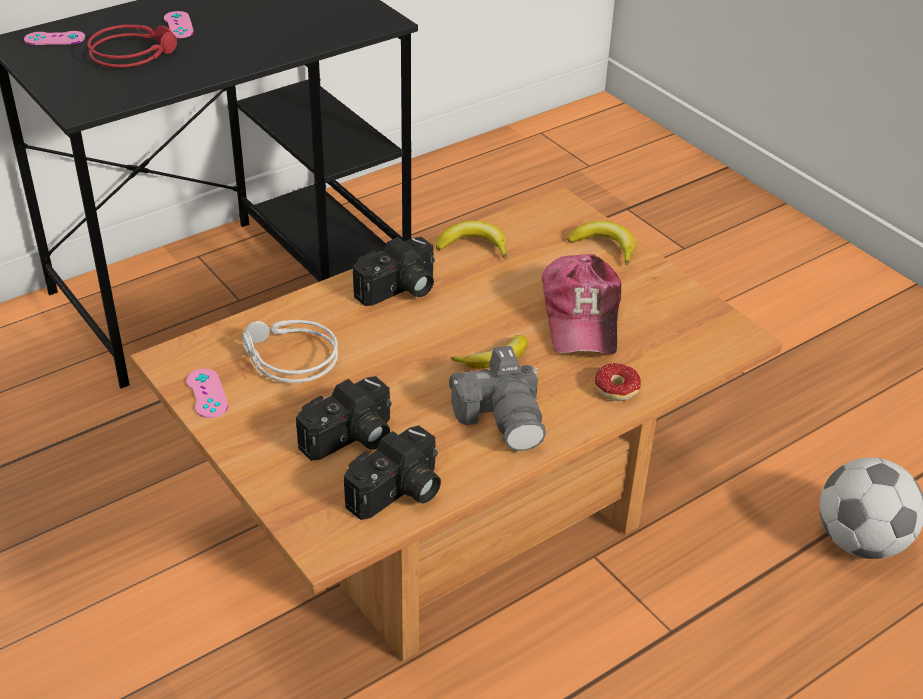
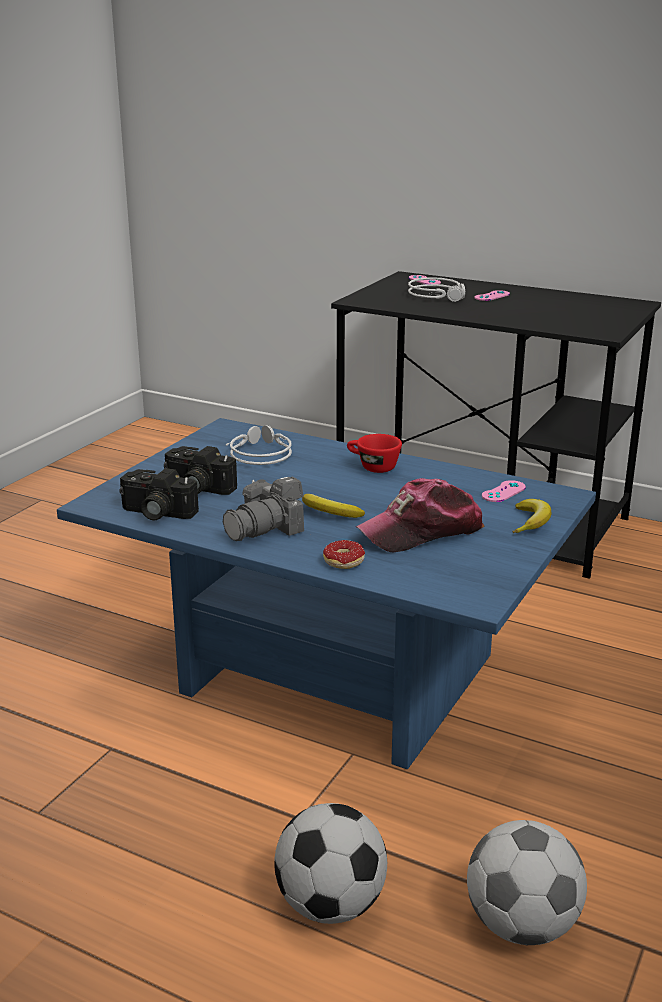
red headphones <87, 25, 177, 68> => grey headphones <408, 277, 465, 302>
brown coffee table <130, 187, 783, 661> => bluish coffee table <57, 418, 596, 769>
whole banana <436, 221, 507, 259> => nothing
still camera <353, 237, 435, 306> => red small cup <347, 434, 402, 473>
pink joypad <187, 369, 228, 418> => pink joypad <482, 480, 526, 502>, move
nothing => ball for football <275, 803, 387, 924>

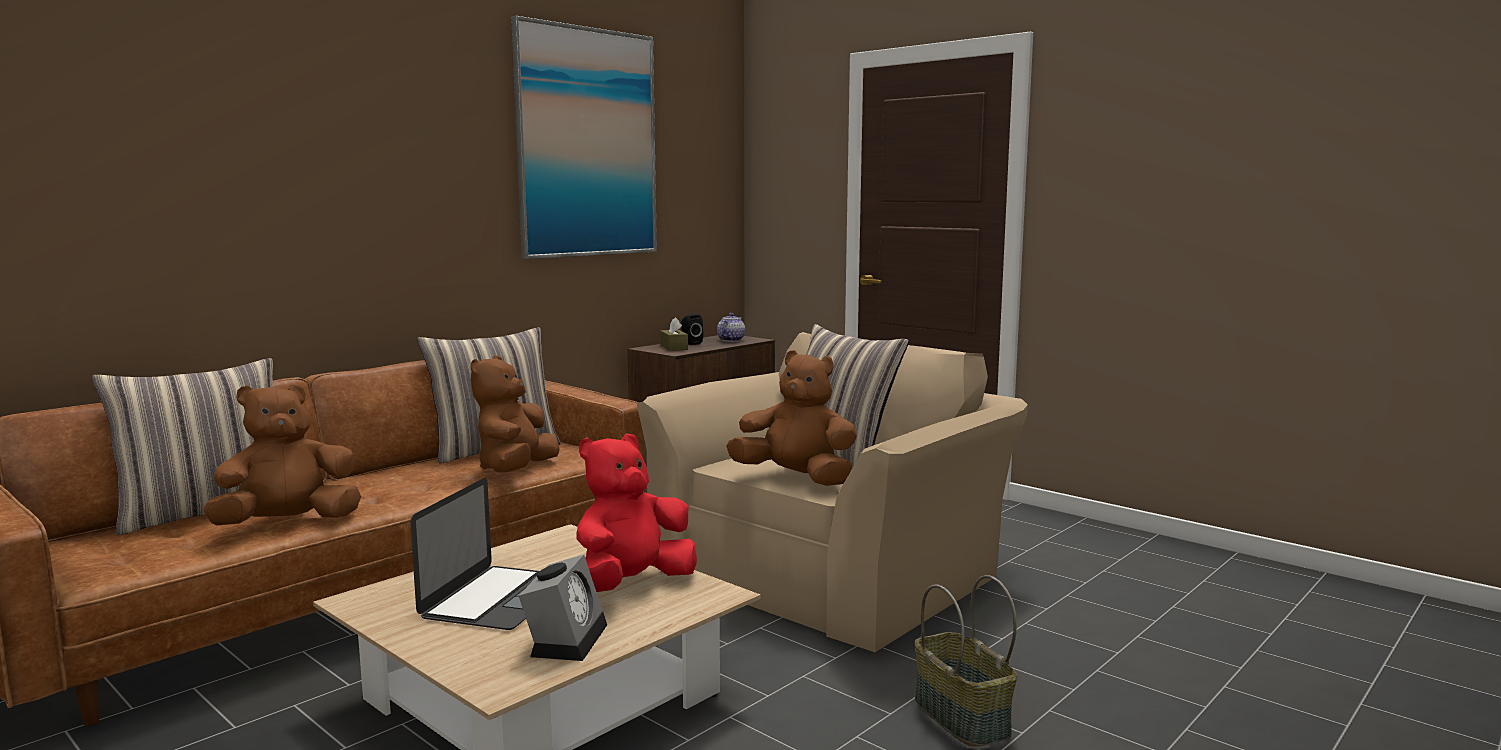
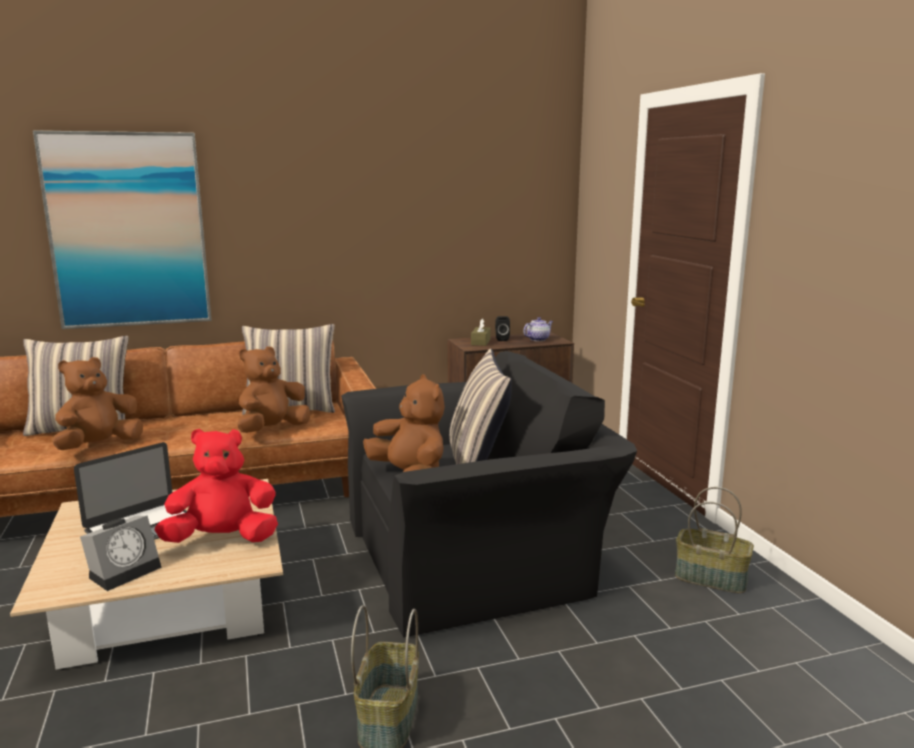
wall art <511, 16, 657, 259> => wall art <33, 131, 211, 329>, move
sand-coloured armchair <637, 332, 1028, 652> => black armchair <341, 351, 637, 638>
brown soft toy <203, 384, 361, 525> => brown soft toy <53, 357, 143, 450>, 45 degrees counterclockwise
nothing => household basket <675, 487, 754, 593>

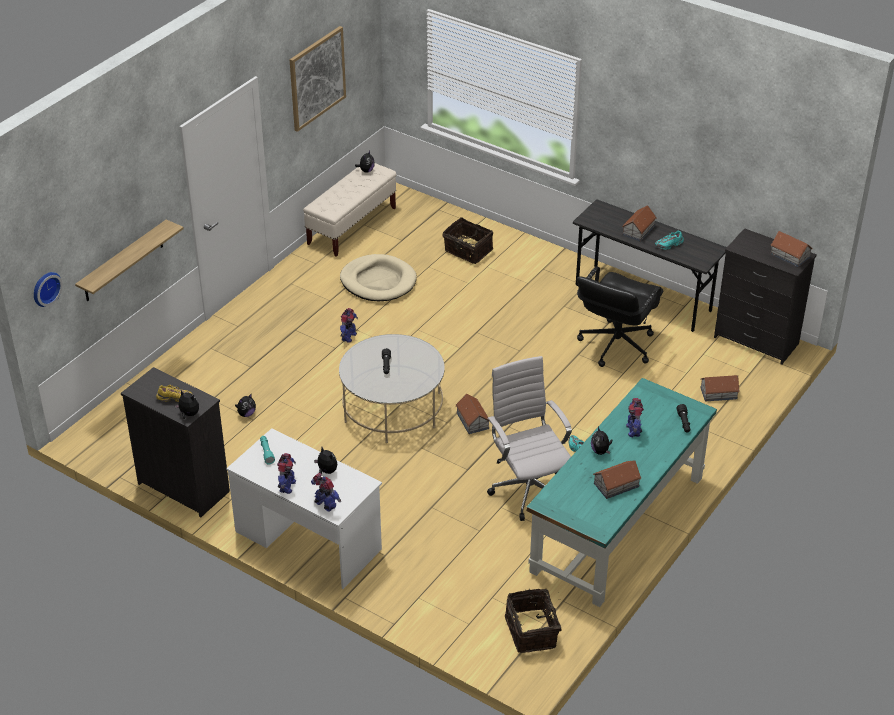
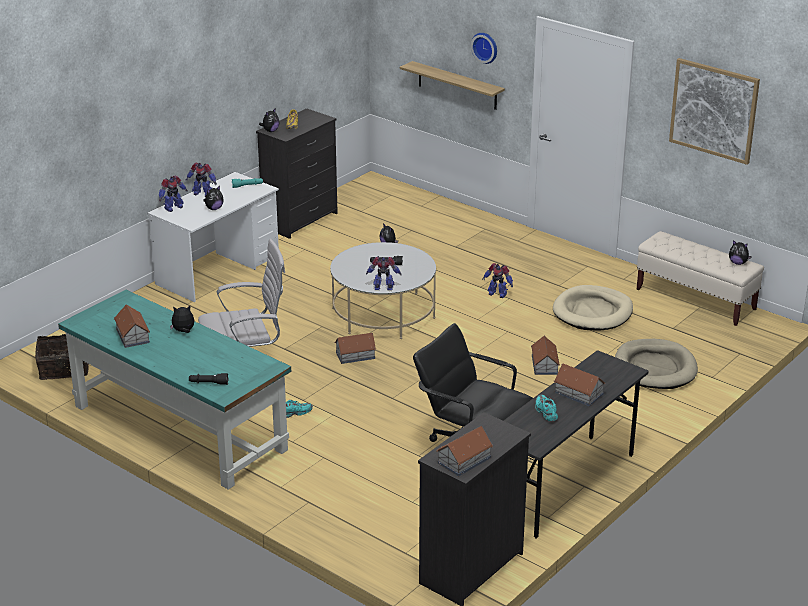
household basket <443, 217, 493, 264> => sand-coloured dog bed <615, 339, 698, 389>
hanging clock <34, 272, 63, 307> => hanging clock <471, 33, 497, 64>, move
model house <700, 375, 740, 401> => model house <531, 336, 560, 375>, move
toy robot <626, 398, 644, 437> => toy robot <366, 257, 402, 290>, move

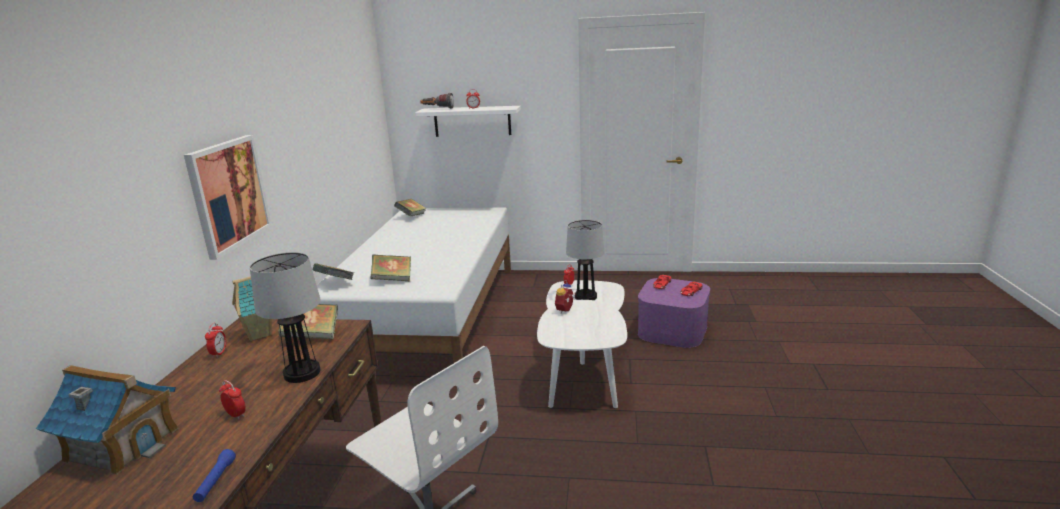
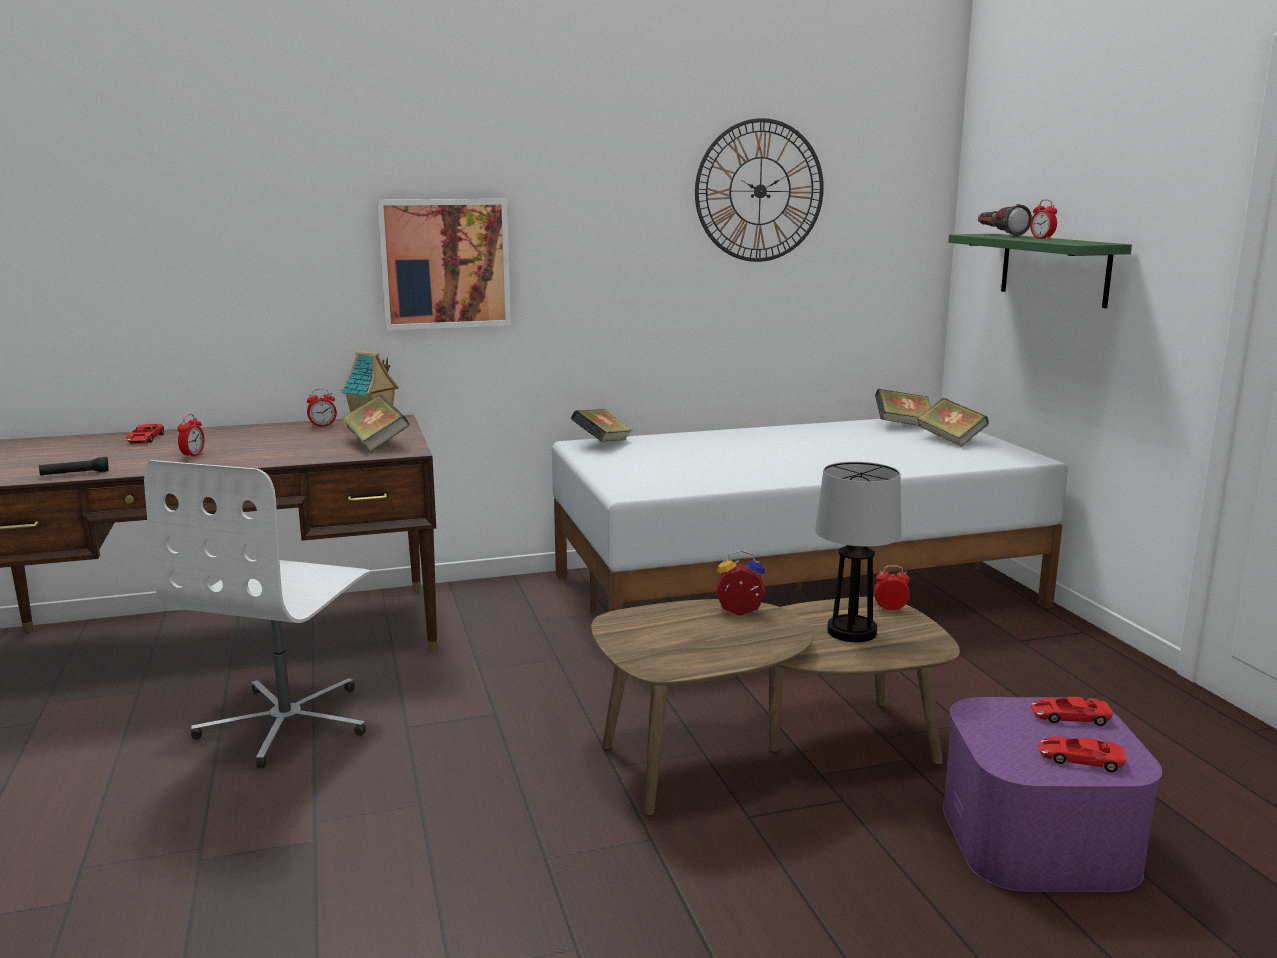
white shelf <415, 106, 521, 137> => greenish shelf <948, 234, 1132, 308>
tabletop lamp <250, 252, 321, 383> => nothing
book <370, 254, 411, 281> => book <917, 398, 989, 447>, move
white coffee table <537, 280, 627, 409> => brown coffee table <591, 597, 960, 816>
model house <36, 365, 179, 475> => red toy car <127, 424, 164, 444>
bluish flashlight <193, 449, 236, 502> => black flashlight <39, 457, 109, 476>
nothing => hanging clock <695, 118, 824, 262>

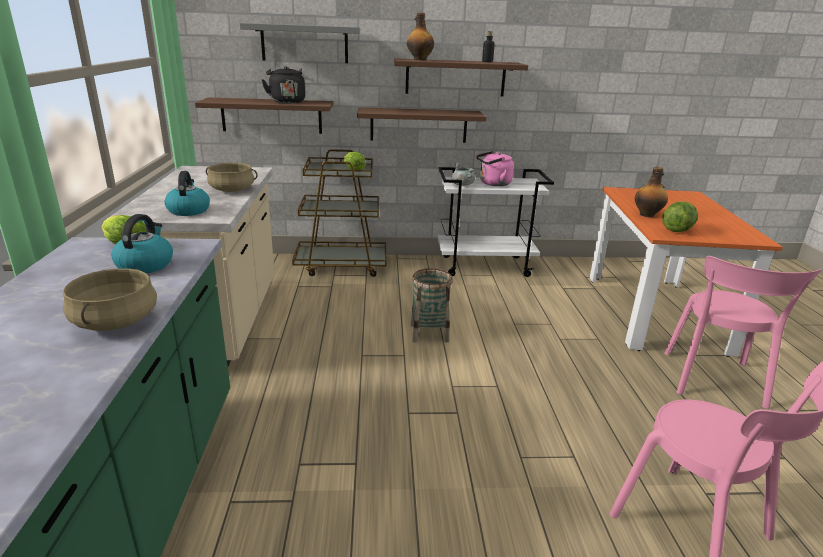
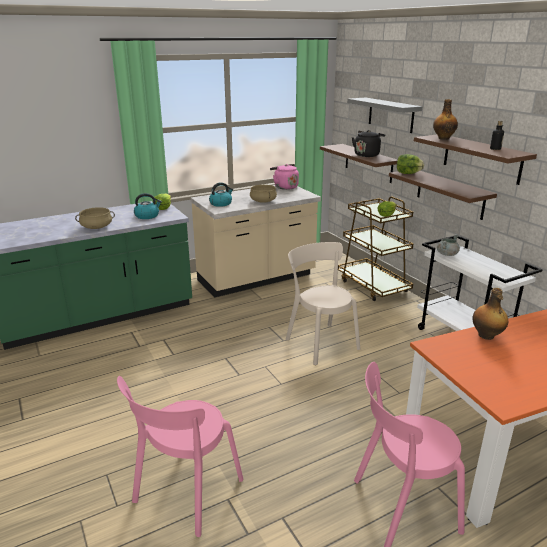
pink kettle <476, 151, 514, 186> => pink kettle <270, 164, 299, 190>, move
lettuce head <662, 202, 698, 232> => lettuce head <397, 154, 424, 174>, move
household basket <411, 268, 453, 343> => sand-coloured plain chair <286, 242, 360, 365>

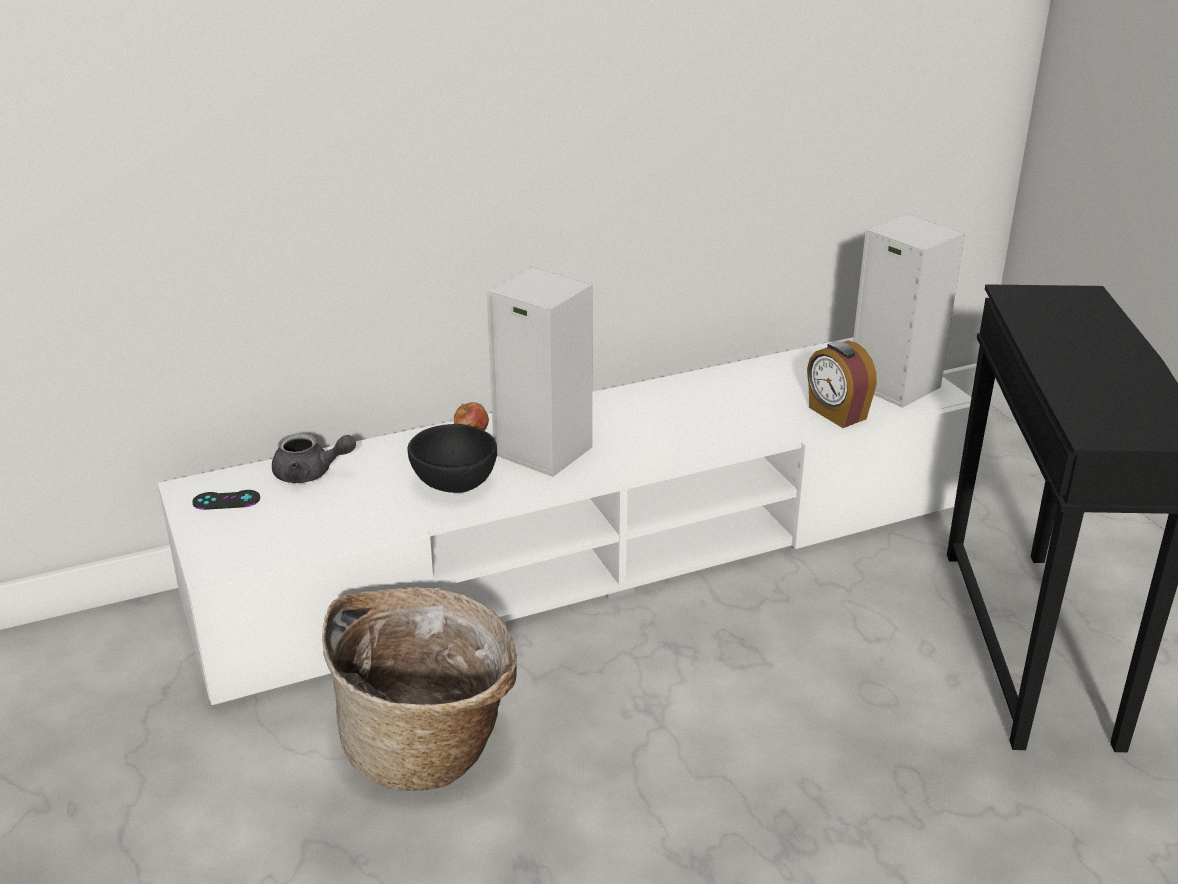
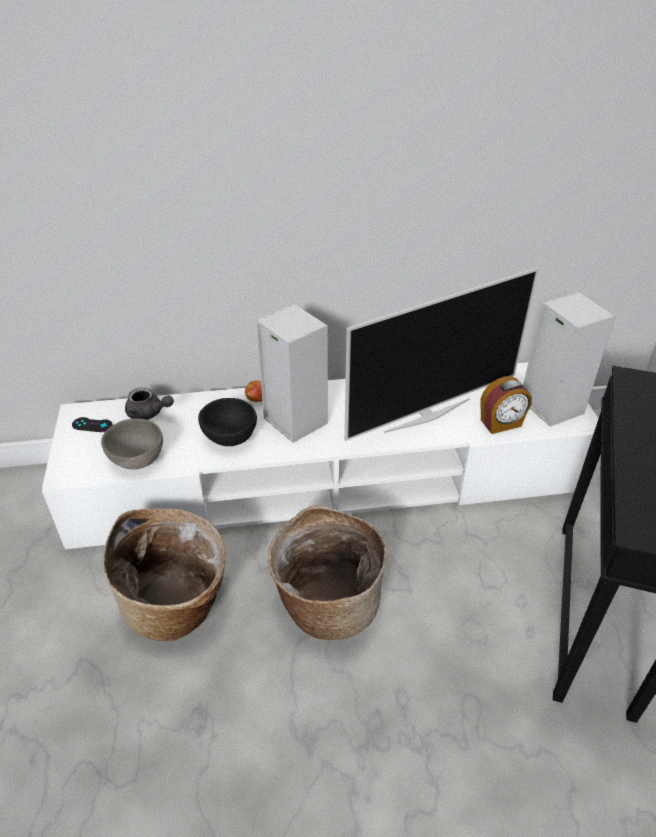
bedside clock <807, 340, 877, 428> => bedside clock <480, 376, 532, 434>, 90 degrees counterclockwise
nothing => television <344, 268, 539, 441>
nothing => grey serving bowl <101, 418, 163, 469>
nothing => household basket <268, 505, 387, 640>

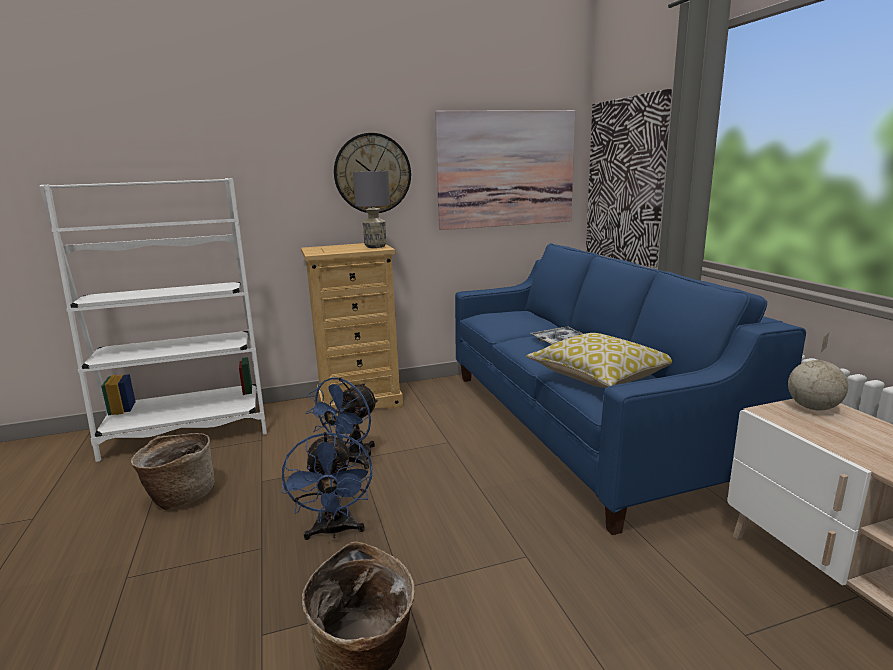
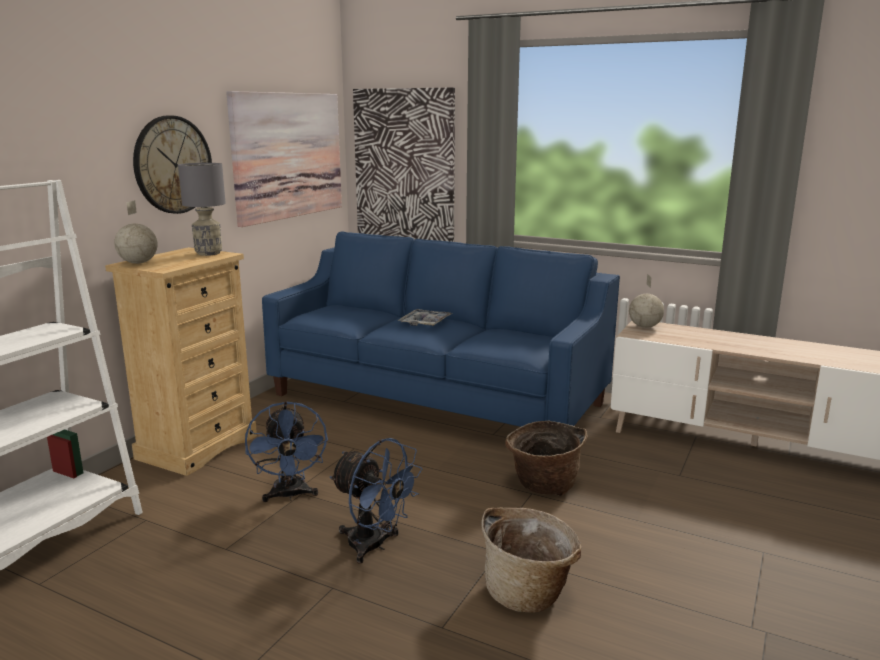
pillow <526, 333, 672, 388> => nothing
household basket <131, 433, 215, 510> => household basket <505, 421, 587, 496>, move
nothing => globe <114, 200, 158, 264>

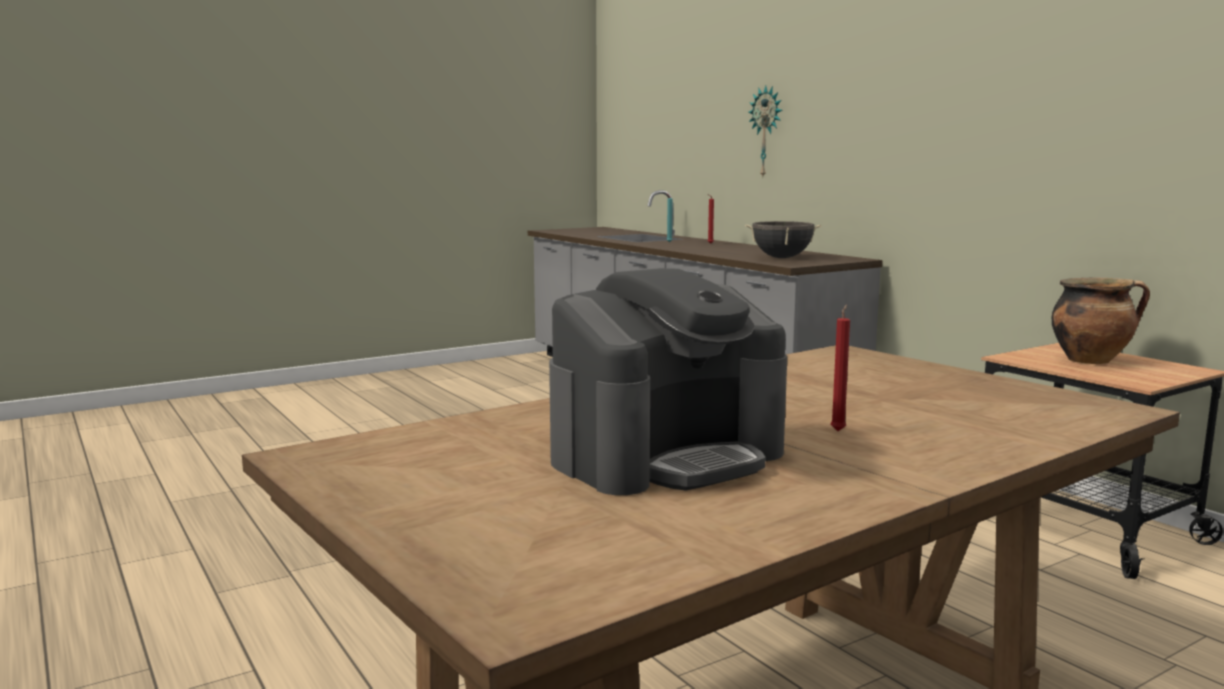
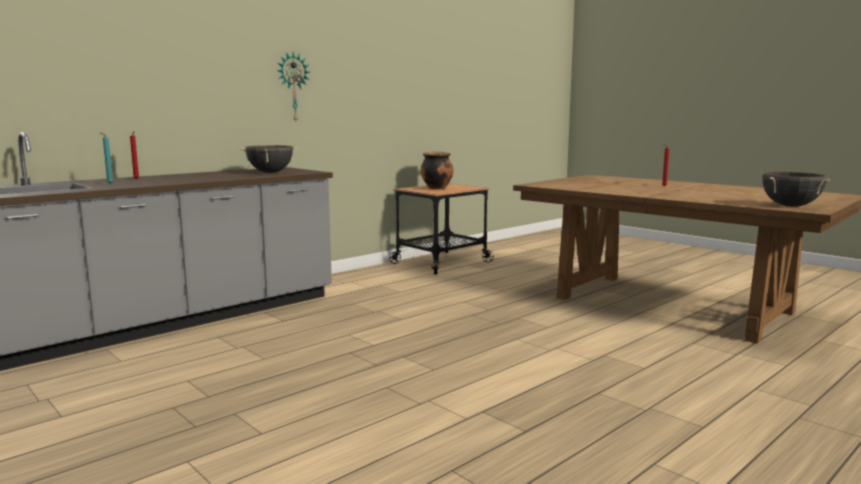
hanging clock <748, 85, 782, 179> => hanging clock <277, 52, 310, 121>, move
coffee maker <549, 268, 787, 495> => nothing
nothing => black saucepot <762, 172, 830, 207>

